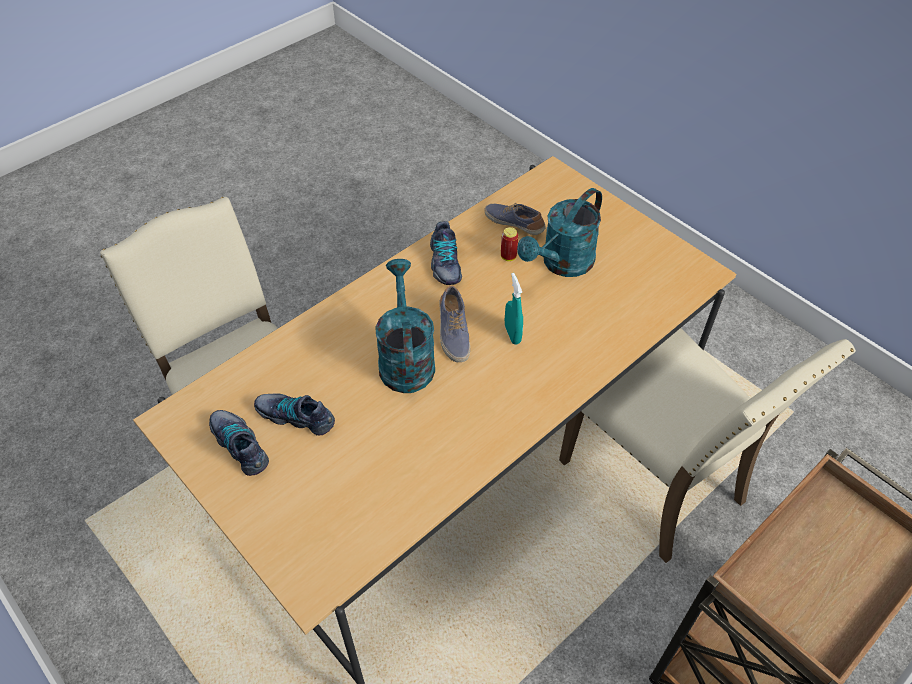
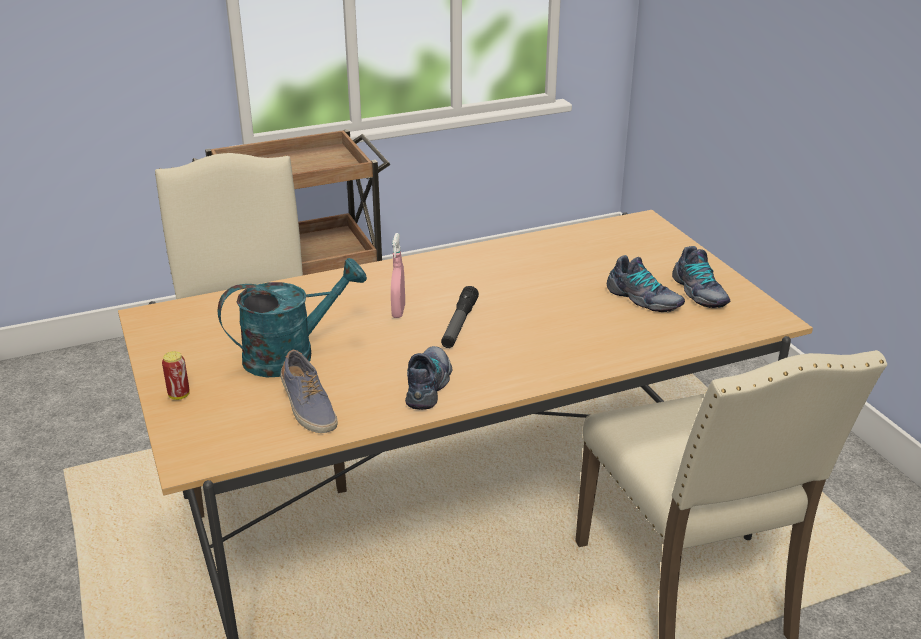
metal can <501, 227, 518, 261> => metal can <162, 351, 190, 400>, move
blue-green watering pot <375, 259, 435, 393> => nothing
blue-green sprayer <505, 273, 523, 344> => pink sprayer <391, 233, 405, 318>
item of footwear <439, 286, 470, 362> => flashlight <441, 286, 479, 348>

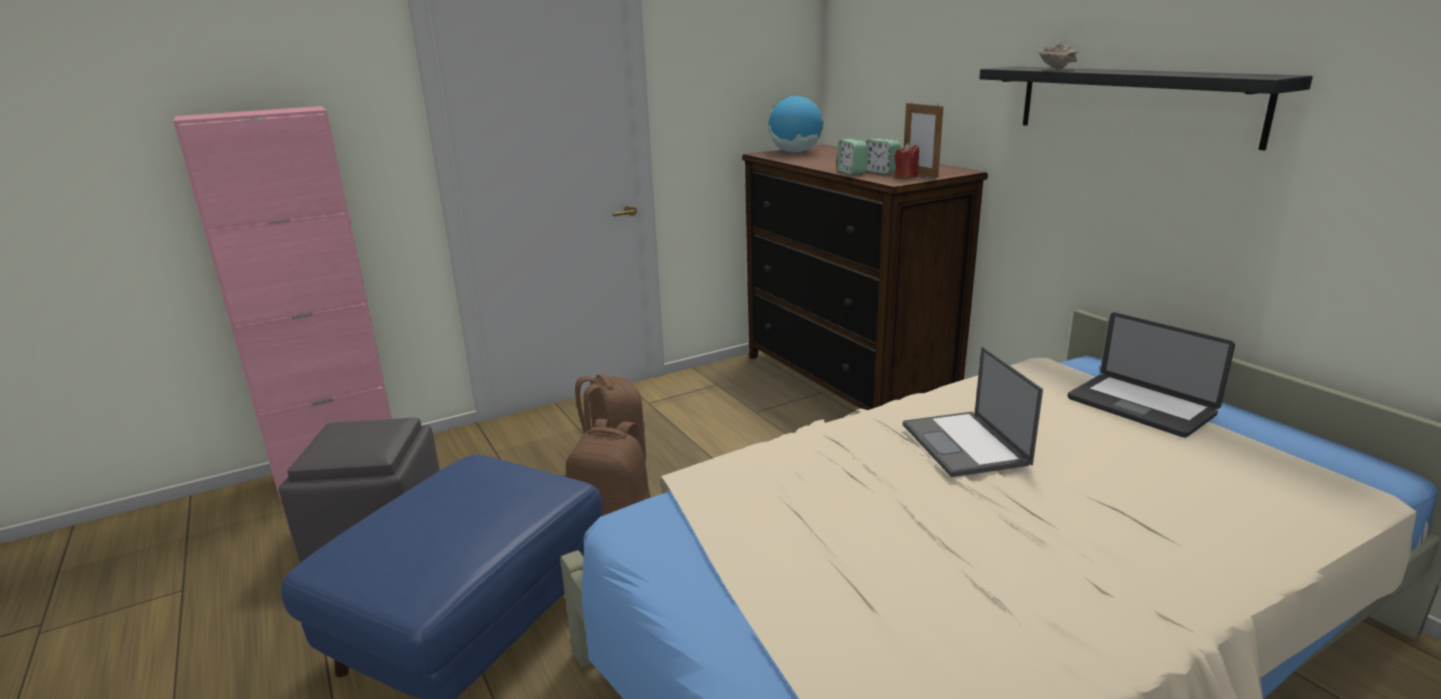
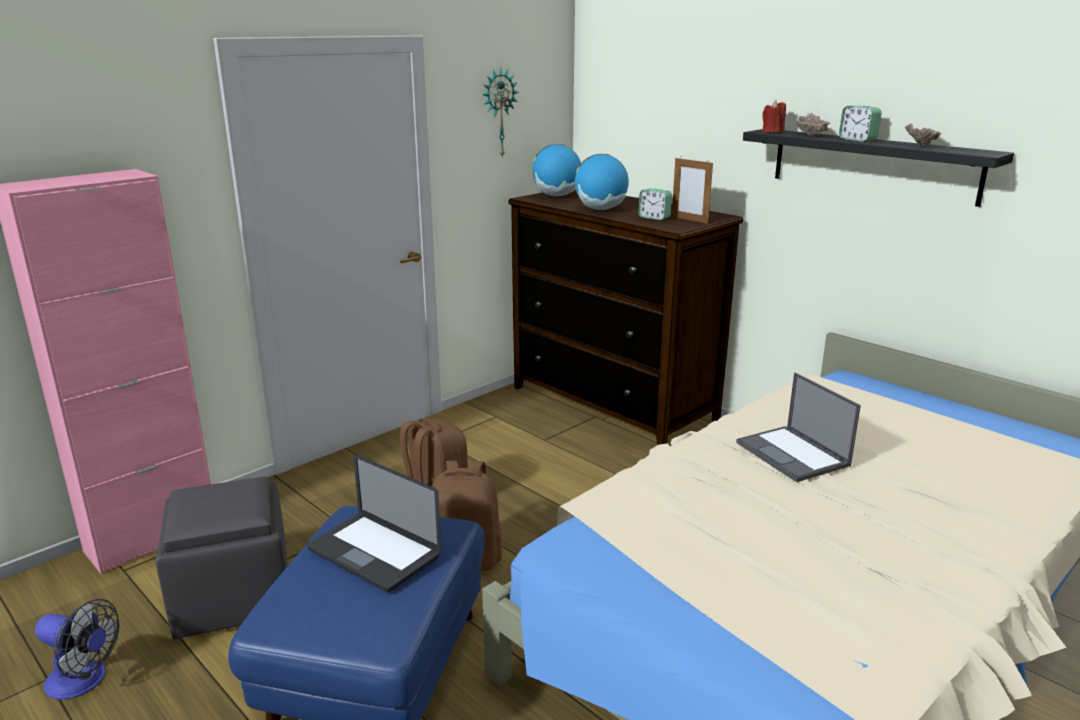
bedside clock <837, 139, 868, 175> => bedside clock <839, 106, 882, 142>, move
red wax candle <894, 143, 919, 178> => red wax candle <762, 100, 786, 133>, move
portable computer <1068, 312, 1235, 438> => portable computer <307, 454, 441, 592>, move
nothing => hanging clock <483, 68, 518, 156>
nothing => sand-coloured serving bowl <905, 123, 941, 147>
nothing => globe <575, 154, 629, 210>
nothing => electric fan <35, 599, 120, 700>

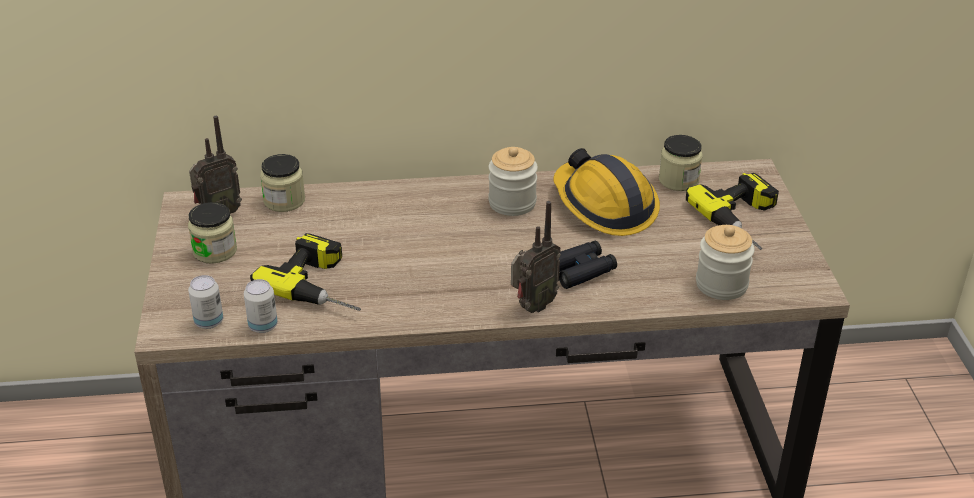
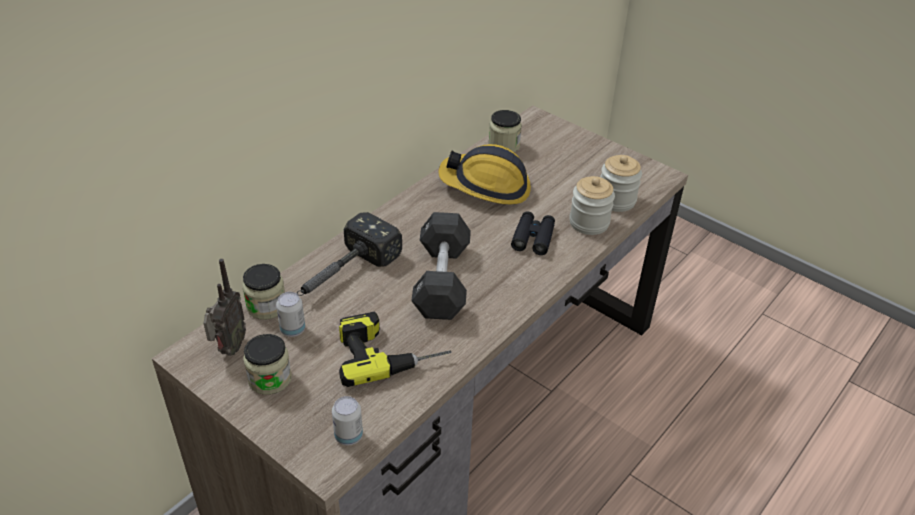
storage jar <488, 147, 538, 216> => storage jar <569, 176, 615, 235>, move
drill <686, 173, 779, 250> => nothing
radio set <511, 201, 561, 313> => nothing
metal can <244, 279, 278, 333> => metal can <276, 292, 305, 337>, move
nothing => hand hammer <297, 212, 402, 296>
nothing => black free weight <411, 212, 471, 320>

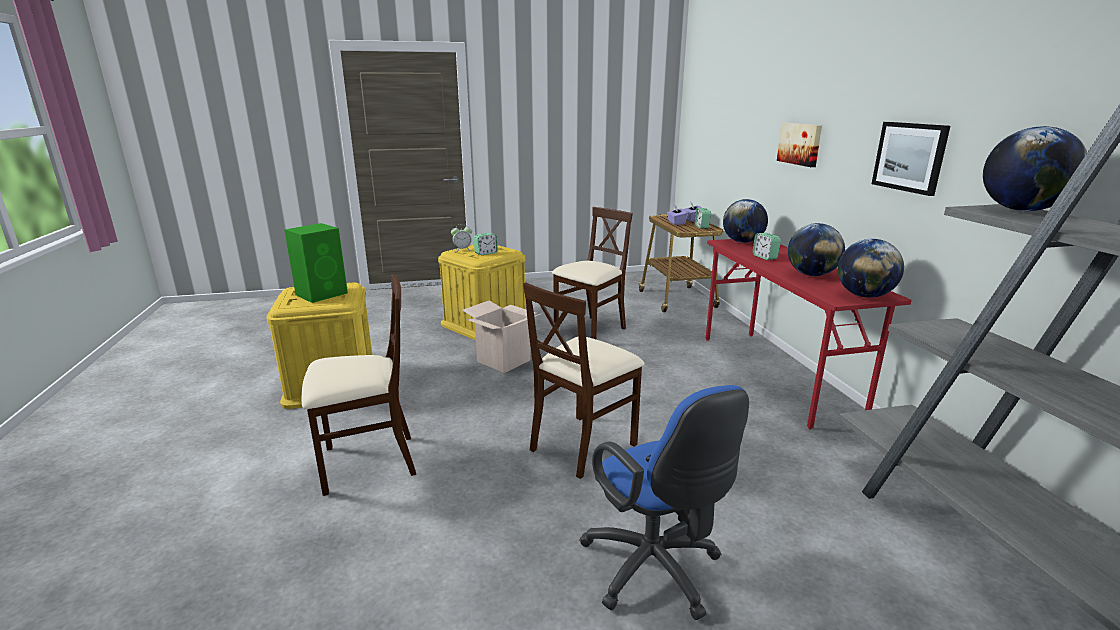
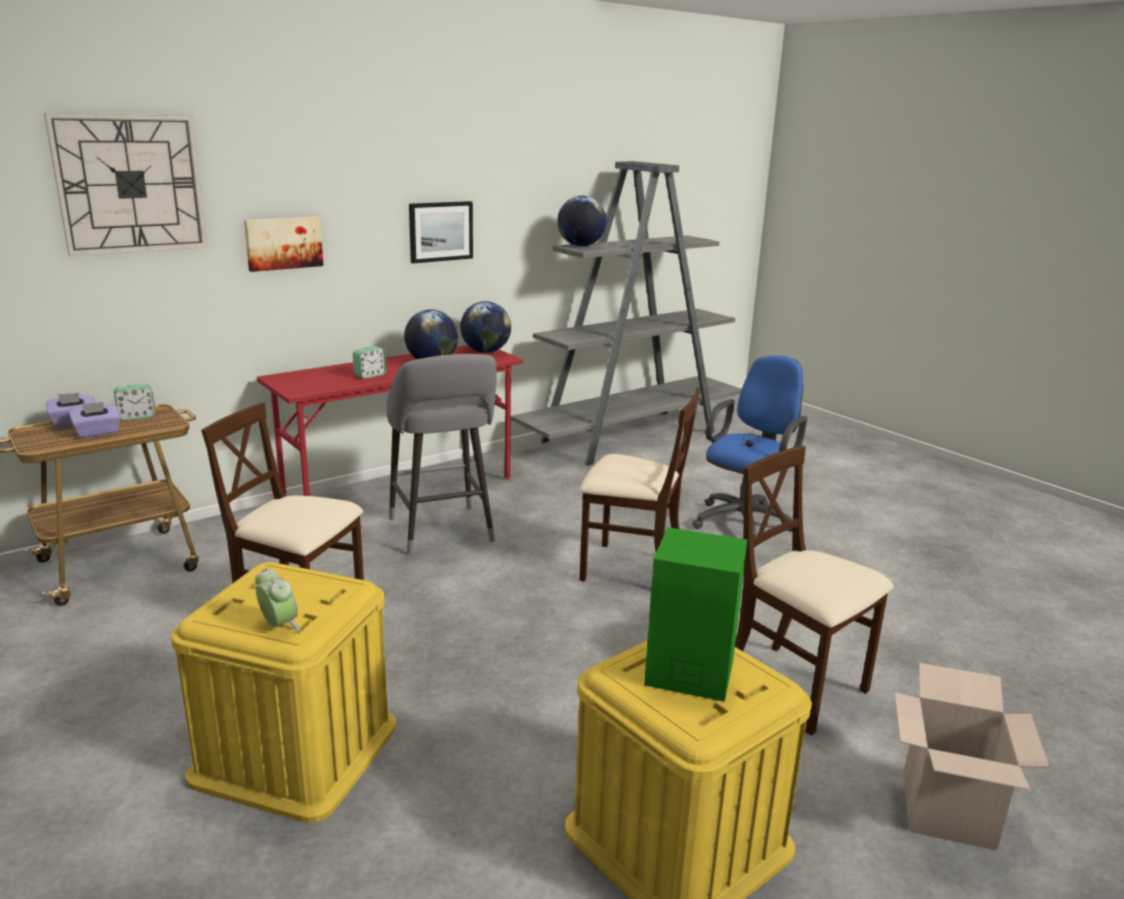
globe <723, 199, 768, 243> => nothing
bedside clock <474, 233, 498, 255> => nothing
carton <462, 301, 543, 373> => carton <895, 663, 1049, 850>, move
nothing => hanging clock <44, 113, 207, 256>
nothing => grey stool seat <386, 354, 497, 555>

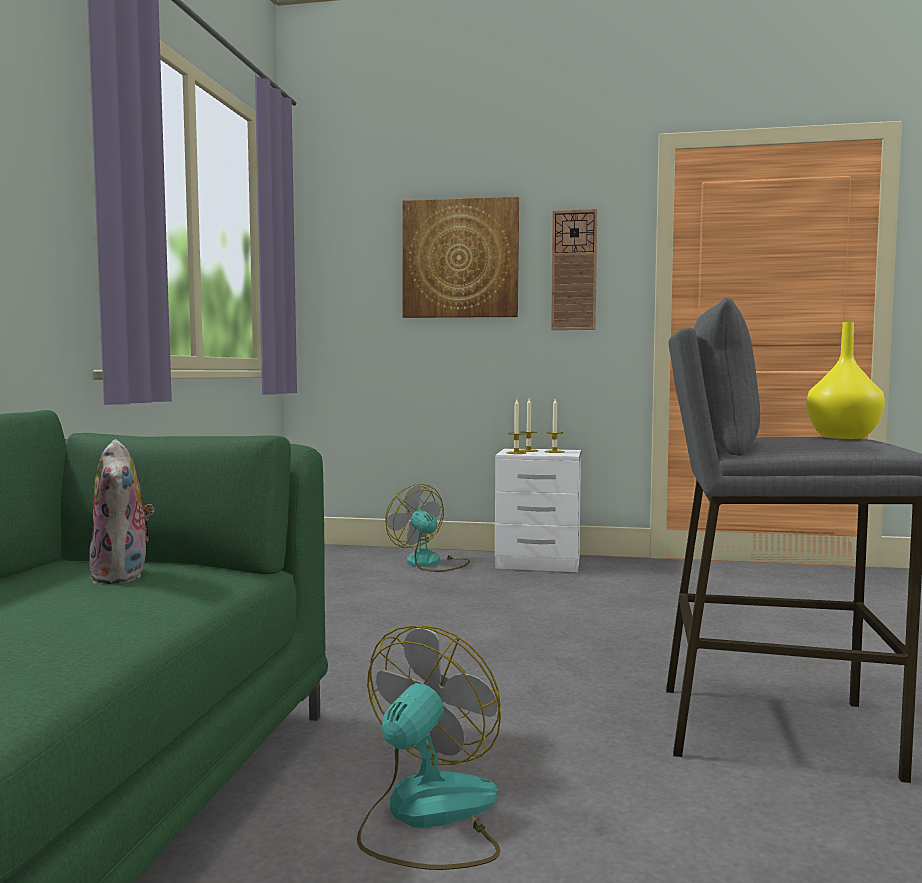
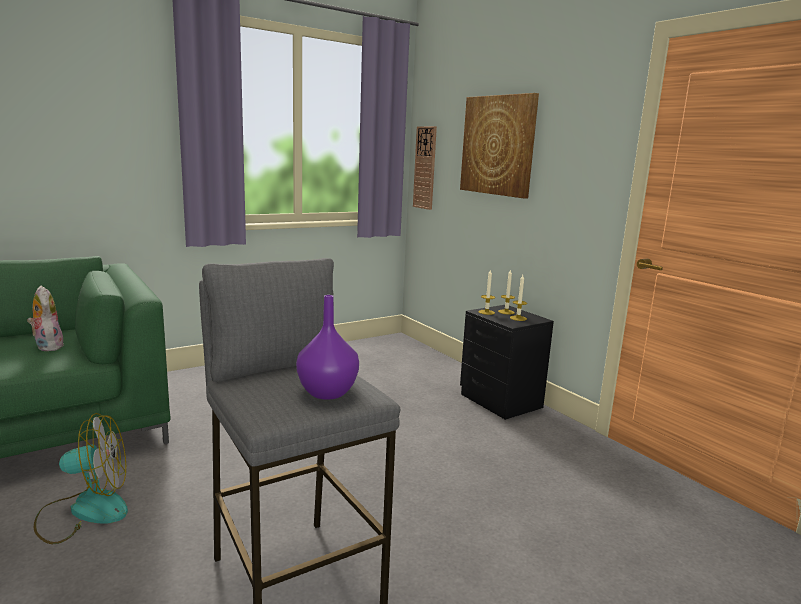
hanging clock <551, 209, 597, 330> => hanging clock <413, 126, 437, 210>, move
yellow flower vase <806, 322, 885, 439> => purple flower vase <296, 295, 359, 400>
soft toy <89, 439, 154, 584> => soft toy <27, 285, 64, 351>, 120 degrees clockwise
white nightstand <495, 448, 581, 572> => black nightstand <460, 305, 554, 420>
electric fan <385, 484, 470, 572> => nothing

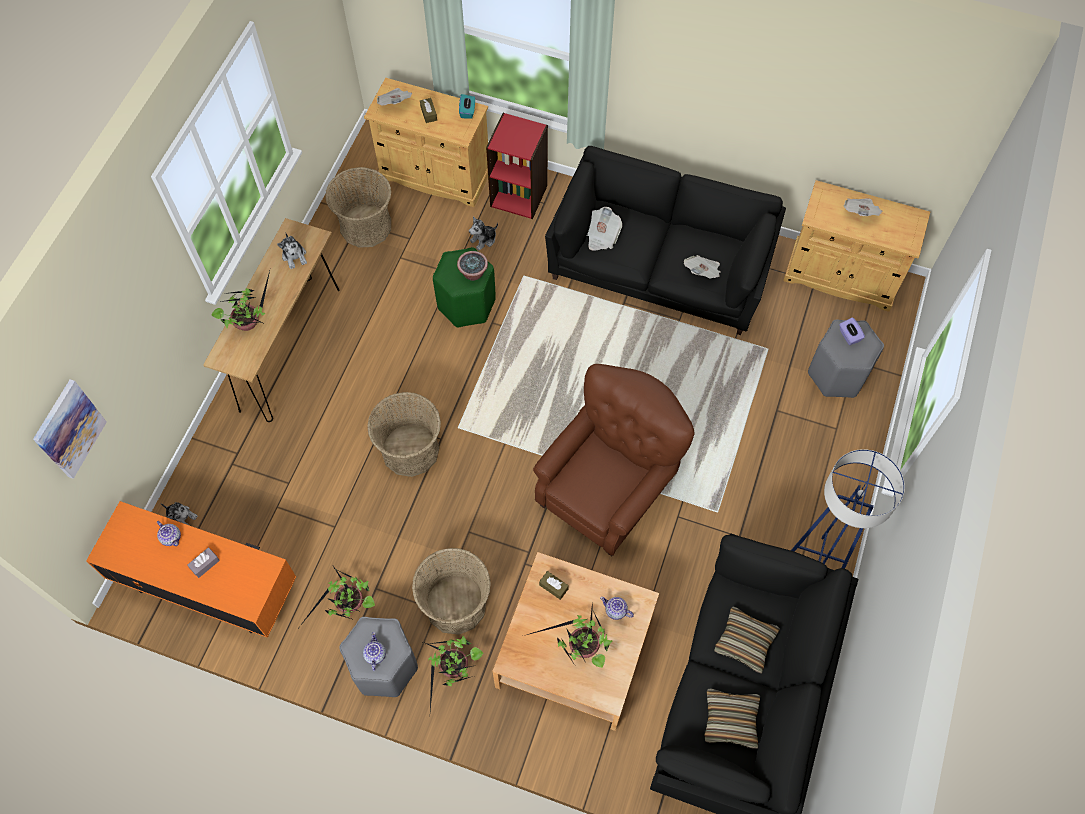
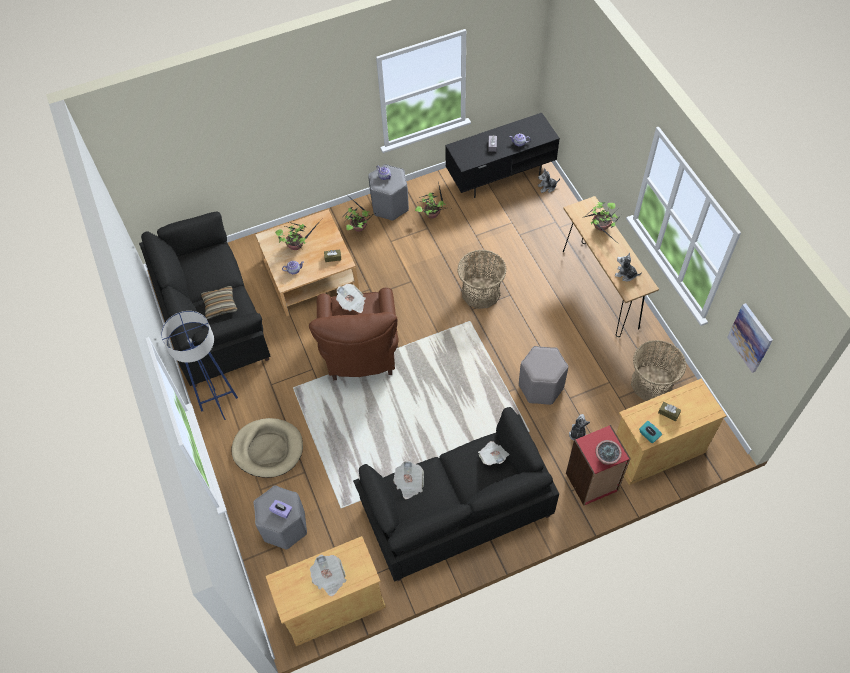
printed paper <377, 88, 412, 105> => printed paper <336, 284, 366, 313>, move
greenish stool seat <433, 247, 496, 327> => grey stool seat <519, 346, 568, 405>
potted plant <457, 251, 488, 281> => potted plant <595, 440, 622, 465>, move
wall art <33, 379, 107, 479> => wall art <727, 303, 773, 373>, move
orange-coloured tv stand <86, 501, 296, 638> => black tv stand <445, 113, 560, 198>
household basket <412, 548, 491, 635> => nothing
pillow <704, 688, 760, 749> => nothing
nothing => sand-coloured dog bed <232, 418, 303, 478>

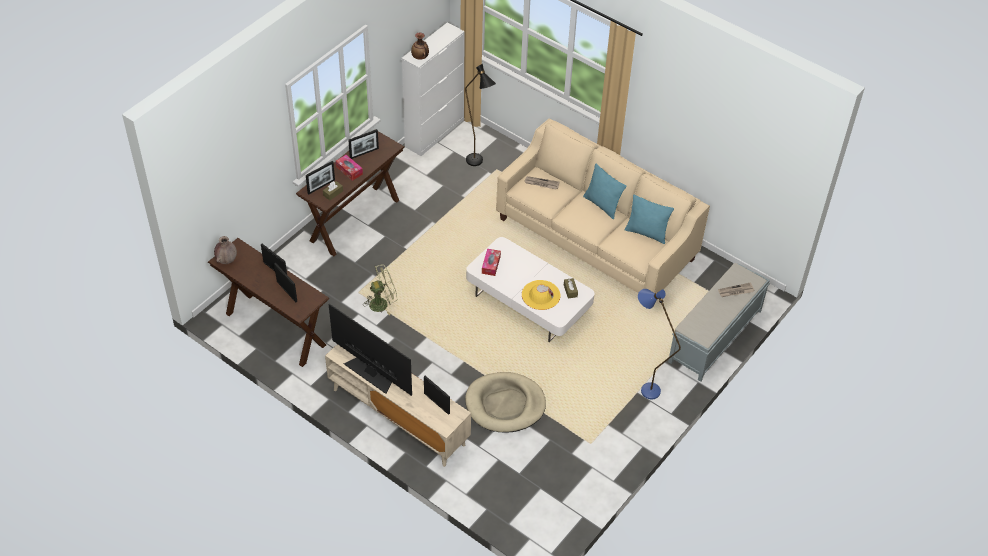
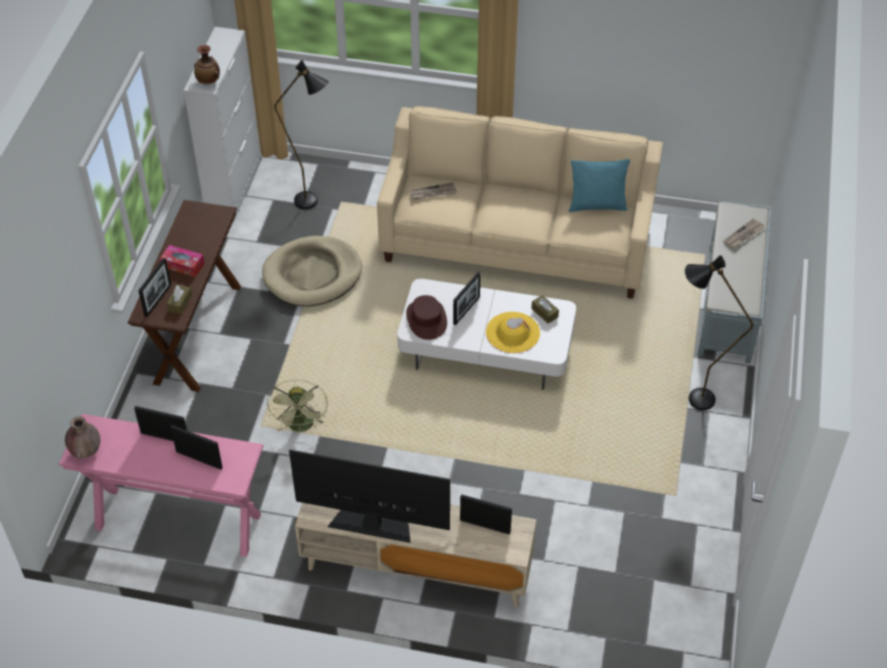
picture frame <348, 129, 379, 159> => picture frame <453, 272, 481, 325>, move
blue-green pillow <583, 164, 627, 219> => nothing
brown console table <208, 238, 329, 367> => pink console table <58, 414, 264, 557>
box of tissues <482, 249, 501, 276> => brown wearable hat <406, 295, 447, 340>
greenish electric fan <363, 264, 398, 315> => greenish electric fan <267, 380, 328, 432>, 135 degrees clockwise
bluish standard lamp <638, 289, 681, 400> => black standard lamp <685, 255, 753, 410>
sand-coloured dog bed <465, 372, 546, 433> => sand-coloured dog bed <262, 236, 362, 306>, move

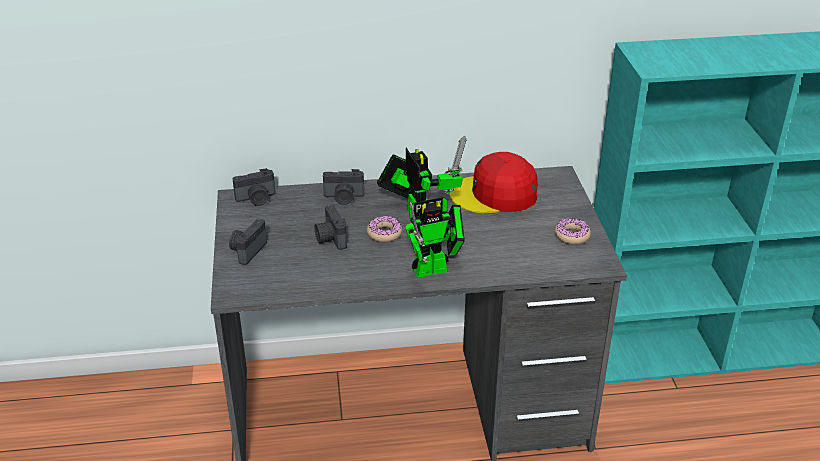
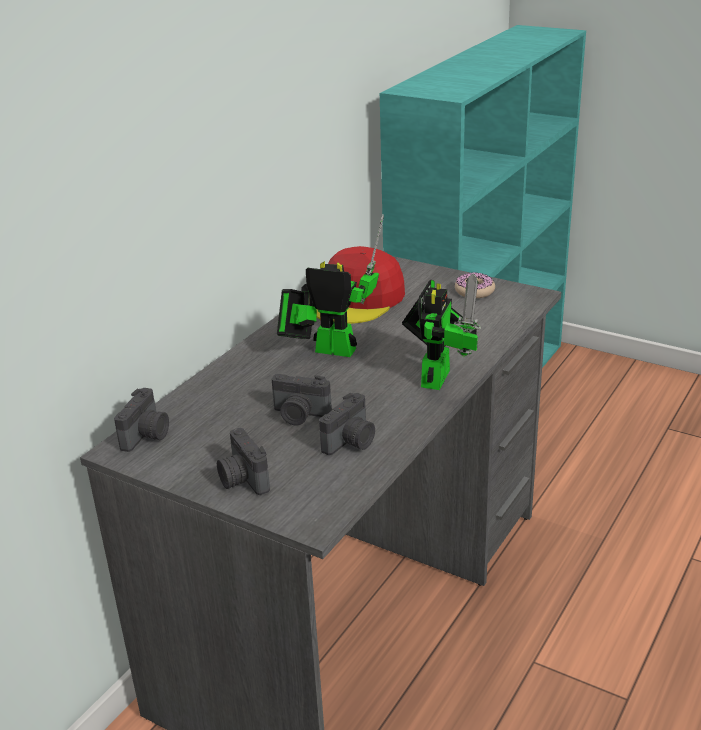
still camera <323, 169, 364, 205> => still camera <319, 393, 375, 455>, move
donut <367, 215, 402, 242> => nothing

